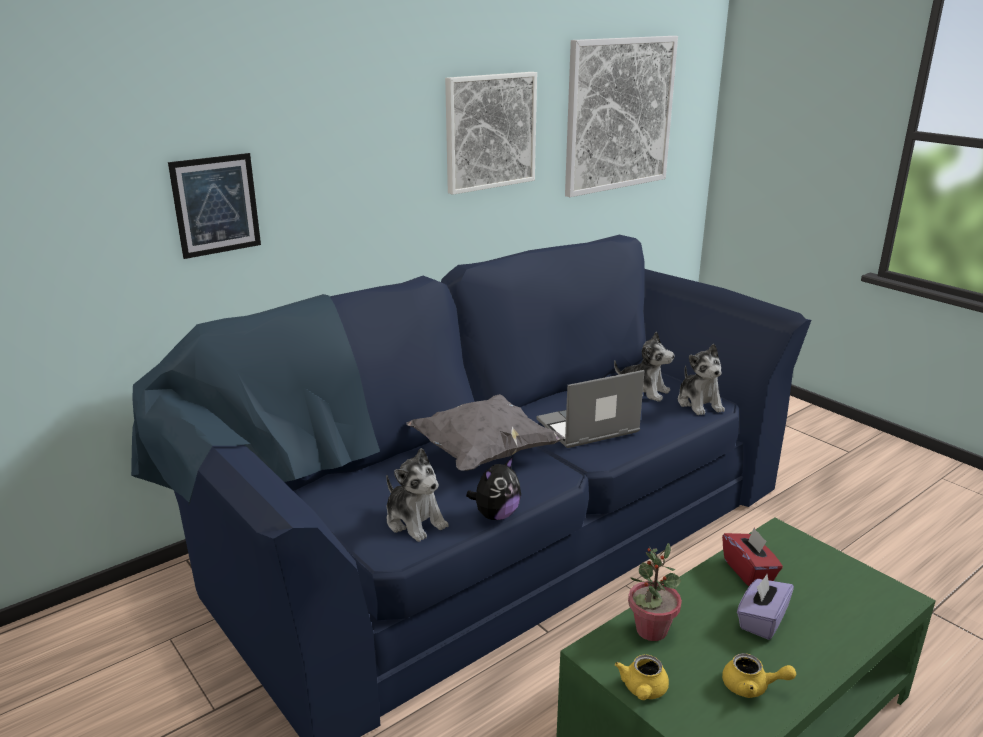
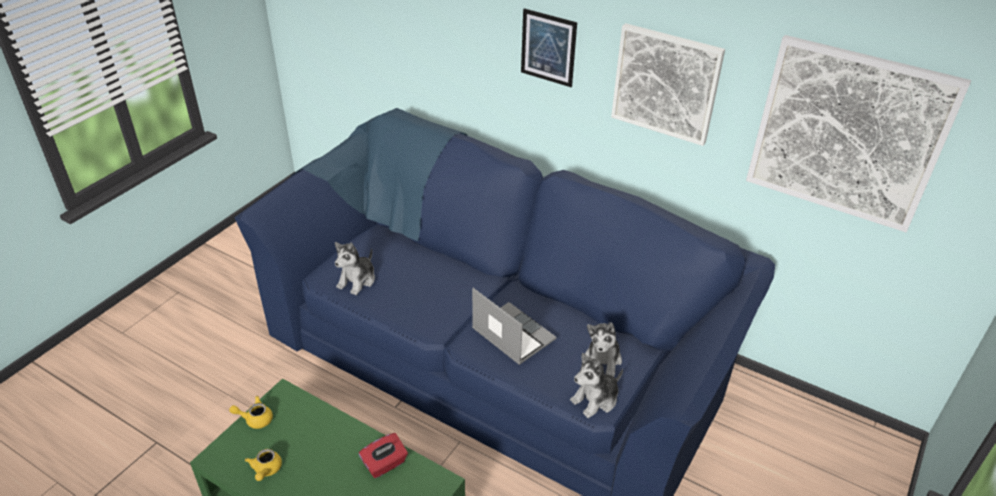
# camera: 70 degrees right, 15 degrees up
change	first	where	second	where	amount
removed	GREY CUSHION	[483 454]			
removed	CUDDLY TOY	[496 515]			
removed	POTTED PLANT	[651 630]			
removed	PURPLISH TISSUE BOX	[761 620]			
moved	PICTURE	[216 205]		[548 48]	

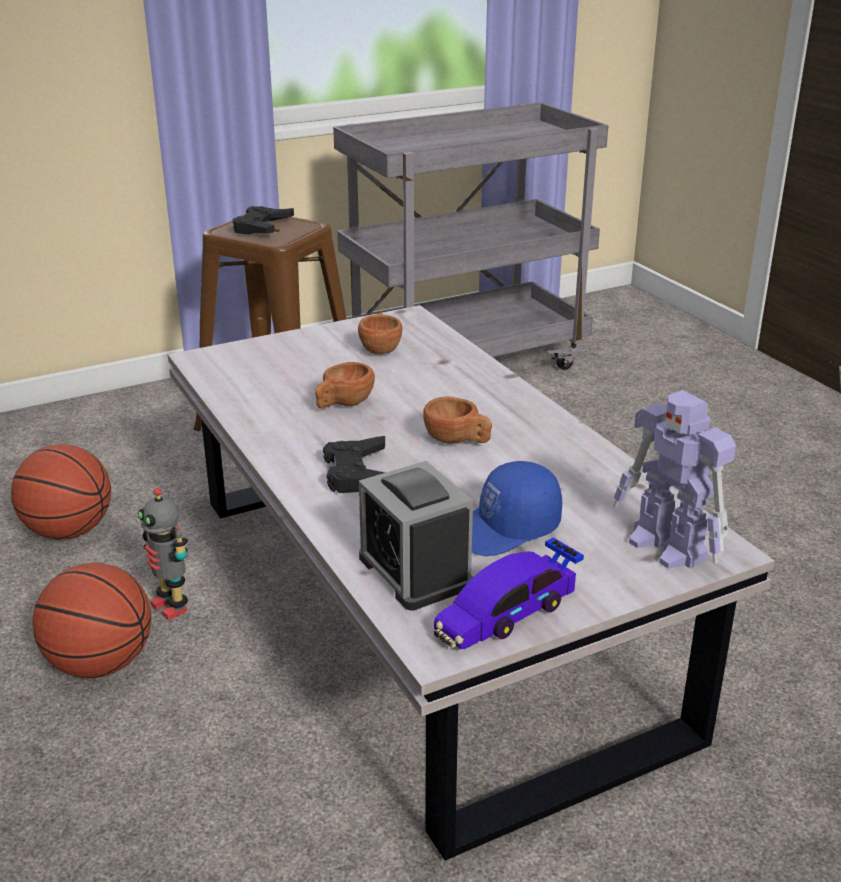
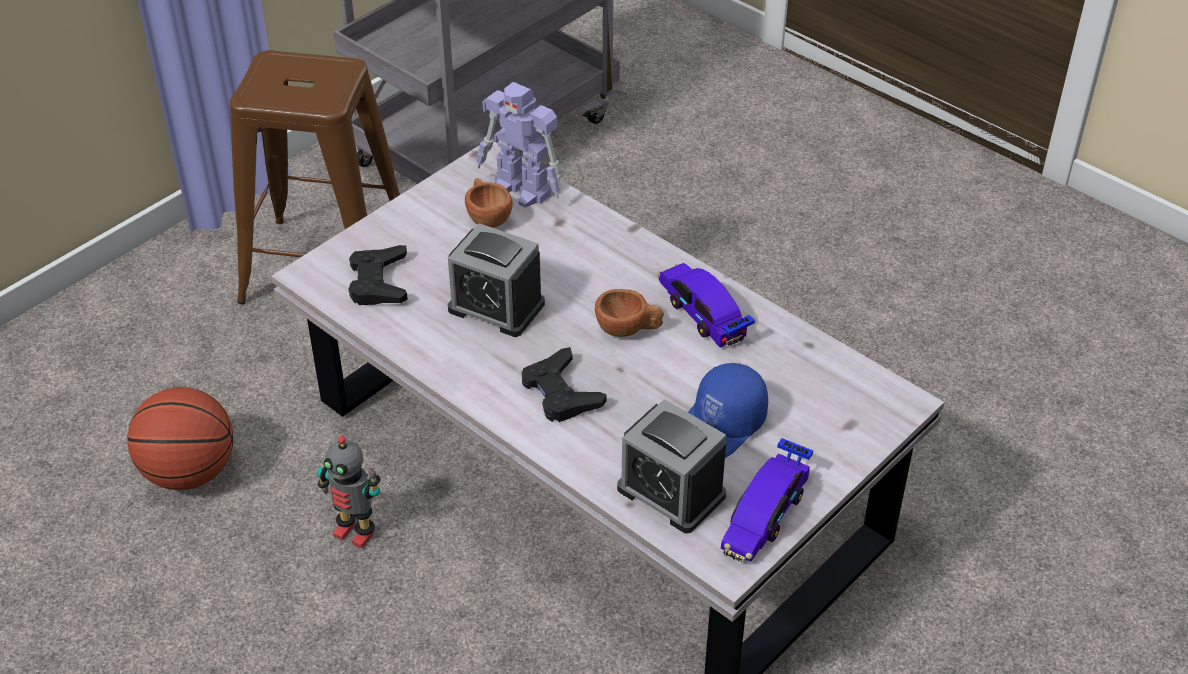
# camera: 20 degrees left, 15 degrees up
change	first	where	second	where	amount
removed	BALL FOR BASKETBALL	[100 664]			
added			TOY CAR	[702 312]	
moved	BLACKISH GAME CONTROLLER	[262 227]		[379 282]	
moved	TOY ROBOT	[668 548]		[522 191]	
replaced	BROWNISH SMALL CUP	[343 404]	BEDSIDE CLOCK	[496 306]	

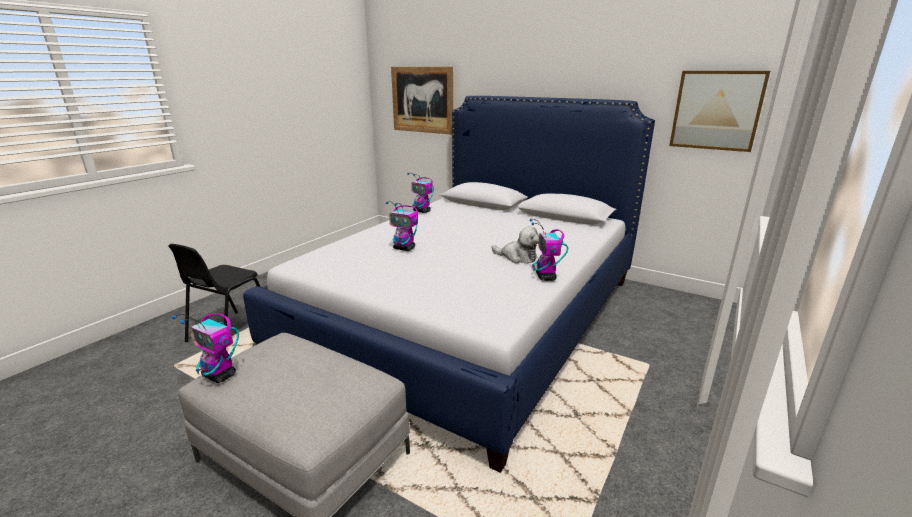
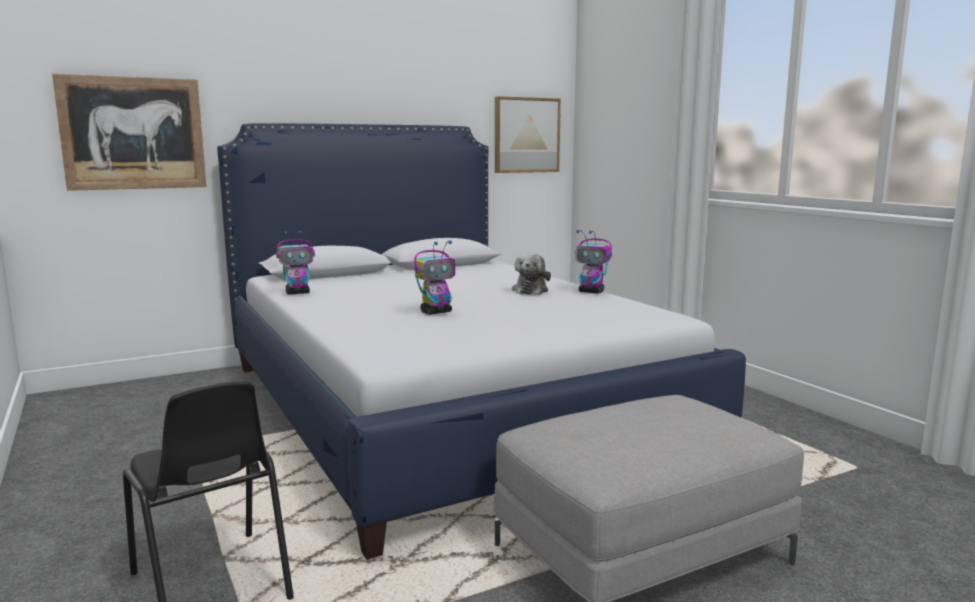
# camera: 60 degrees left, 10 degrees down
change	first	where	second	where	amount
removed	TOY ROBOT	[220 375]			
turned	CUDDLY TOY	[517 257]		[530 290]	135 degrees clockwise

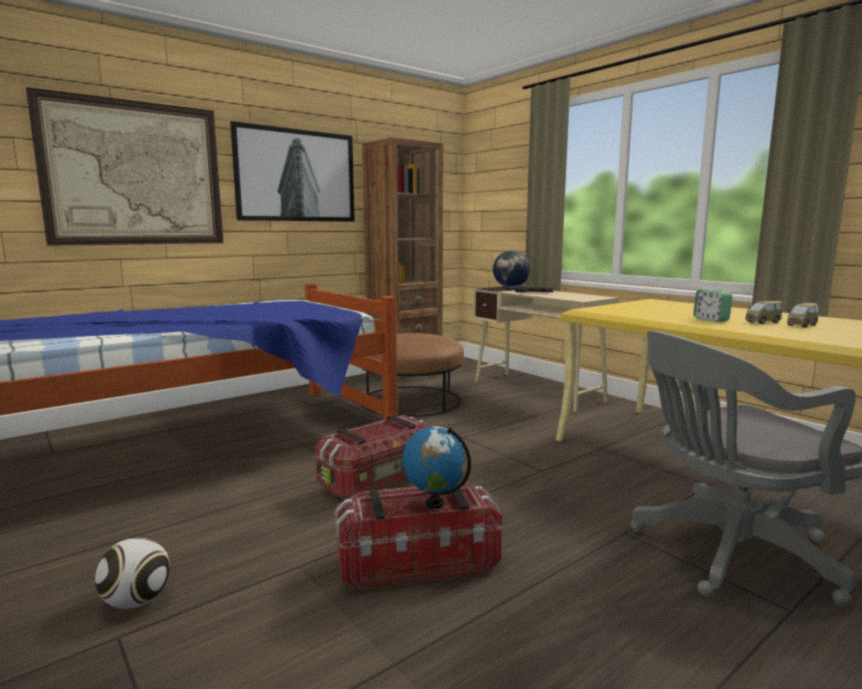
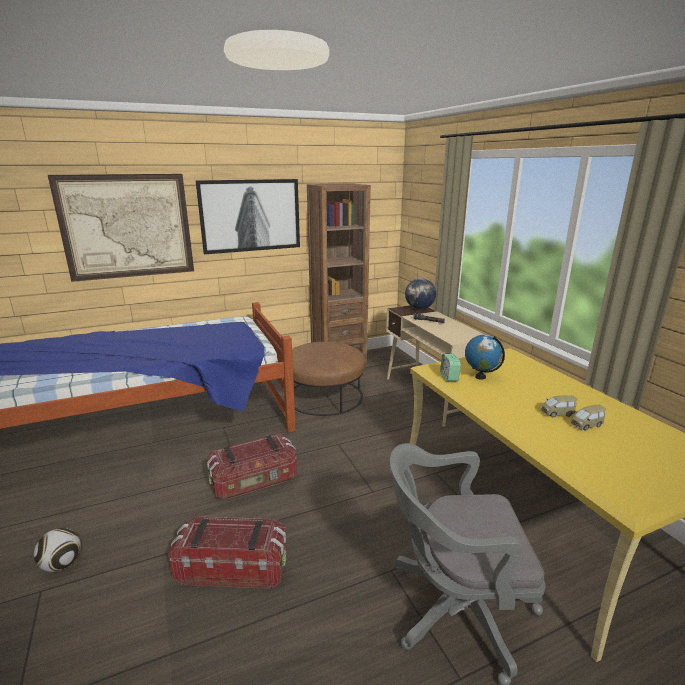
# camera: 15 degrees right, 10 degrees up
change	first	where	second	where	amount
moved	DESK GLOBE	[435 503]		[480 377]	
moved	BEDSIDE CLOCK	[711 320]		[449 377]	

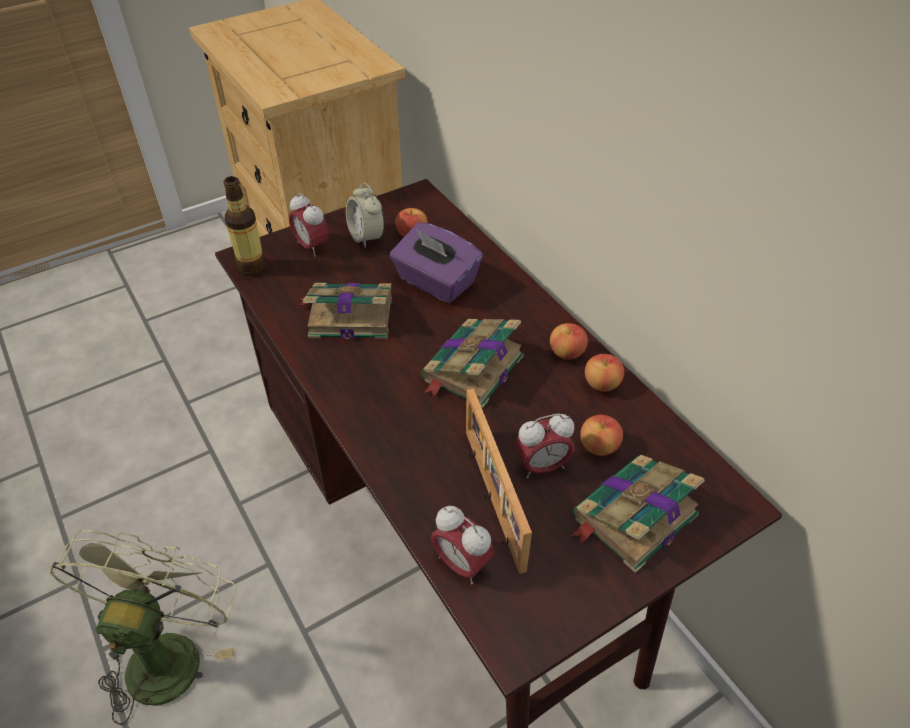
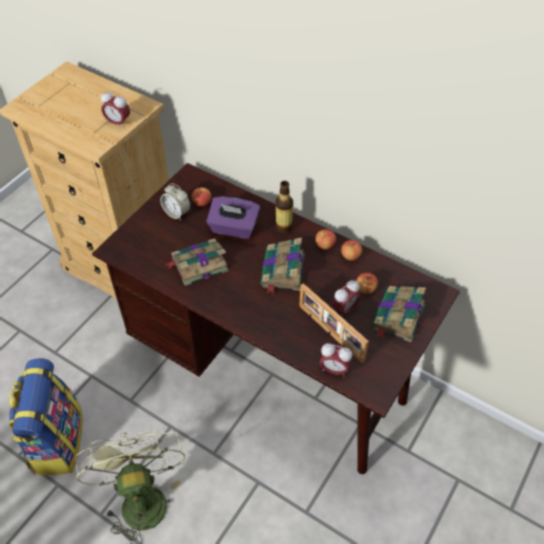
# camera: 25 degrees left, 5 degrees up
change	first	where	second	where	amount
added			KNAPSACK	[56 441]	
moved	BOTTLE	[252 267]		[283 228]	
moved	BEDSIDE CLOCK	[311 246]		[118 123]	

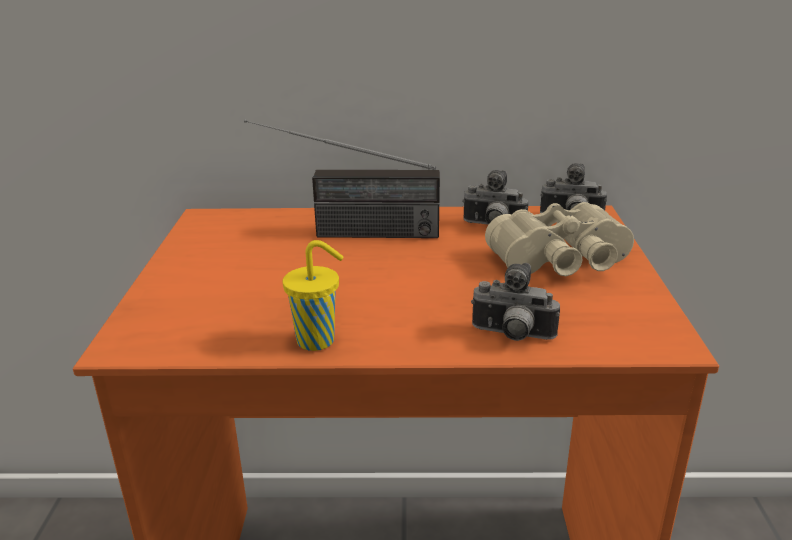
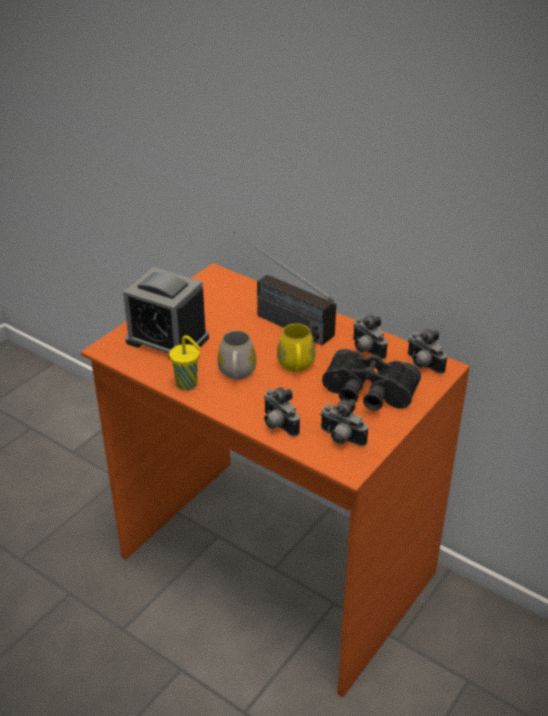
# camera: 35 degrees right, 10 degrees up
change	first	where	second	where	amount
added			BEDSIDE CLOCK	[167 339]	
added			WHITE TEA MUG	[236 373]	
added			YELLOW-COLOURED TEA MUG	[296 366]	
added			STILL CAMERA	[340 439]	
recoloured	BEIGE-COLOURED BINOCULARS	[562 263]	BLACKISH BINOCULARS	[367 394]	

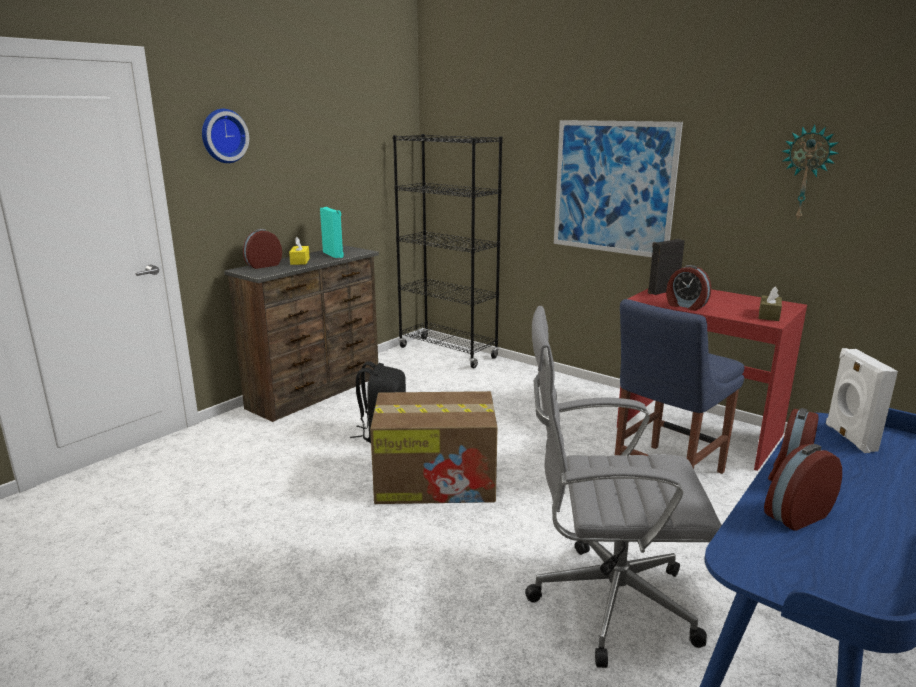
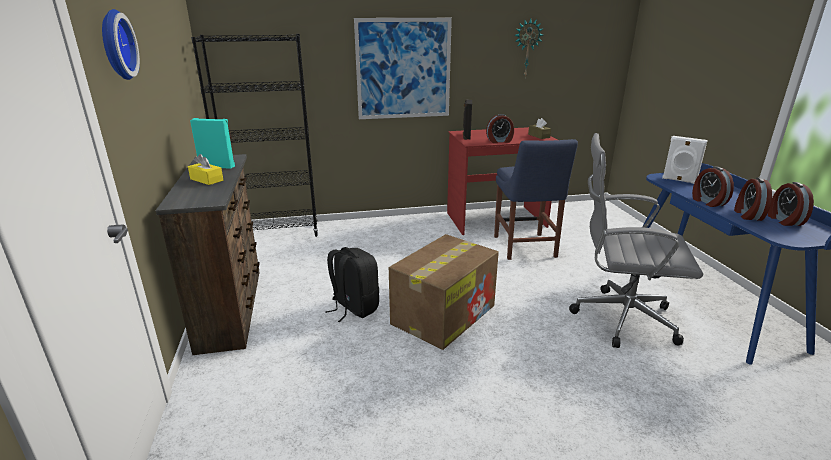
# camera: 50 degrees left, 5 degrees up
change	first	where	second	where	amount
moved	BEDSIDE CLOCK	[263 265]		[783 220]	
turned	GREY DESK CHAIR	[605 602]		[619 318]	60 degrees clockwise

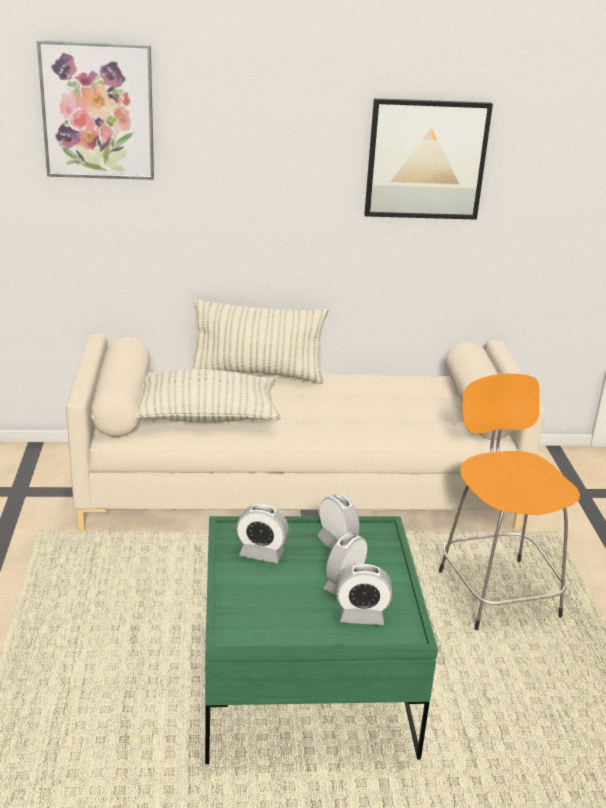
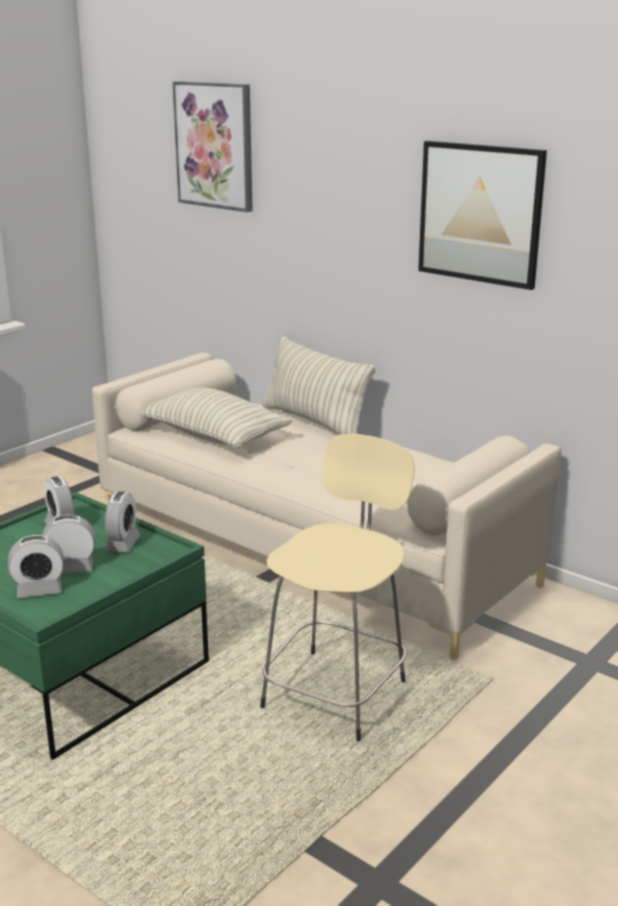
# camera: 45 degrees right, 5 degrees down
change	first	where	second	where	amount
recoloured	ORANGEY SITTING STOOL	[496 591]	BEIGE-COLOURED SITTING STOOL	[337 692]	
turned	BEDSIDE CLOCK	[361 616]		[39 590]	60 degrees counterclockwise

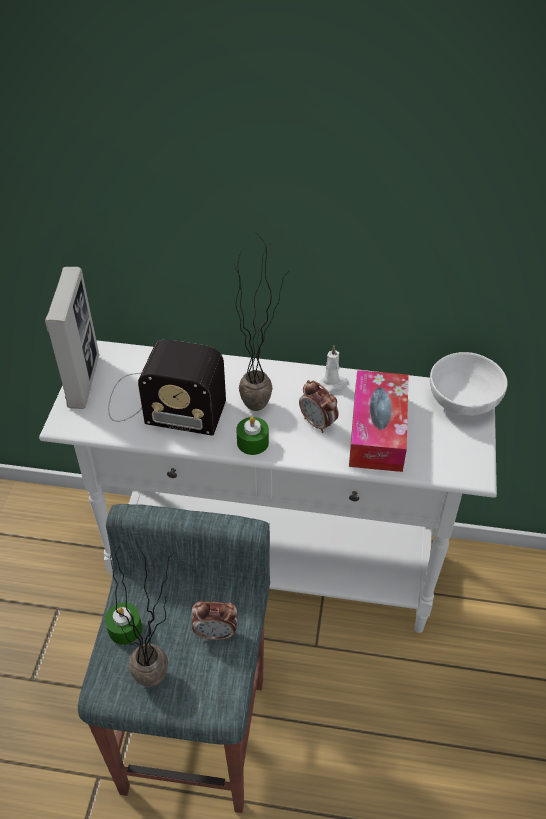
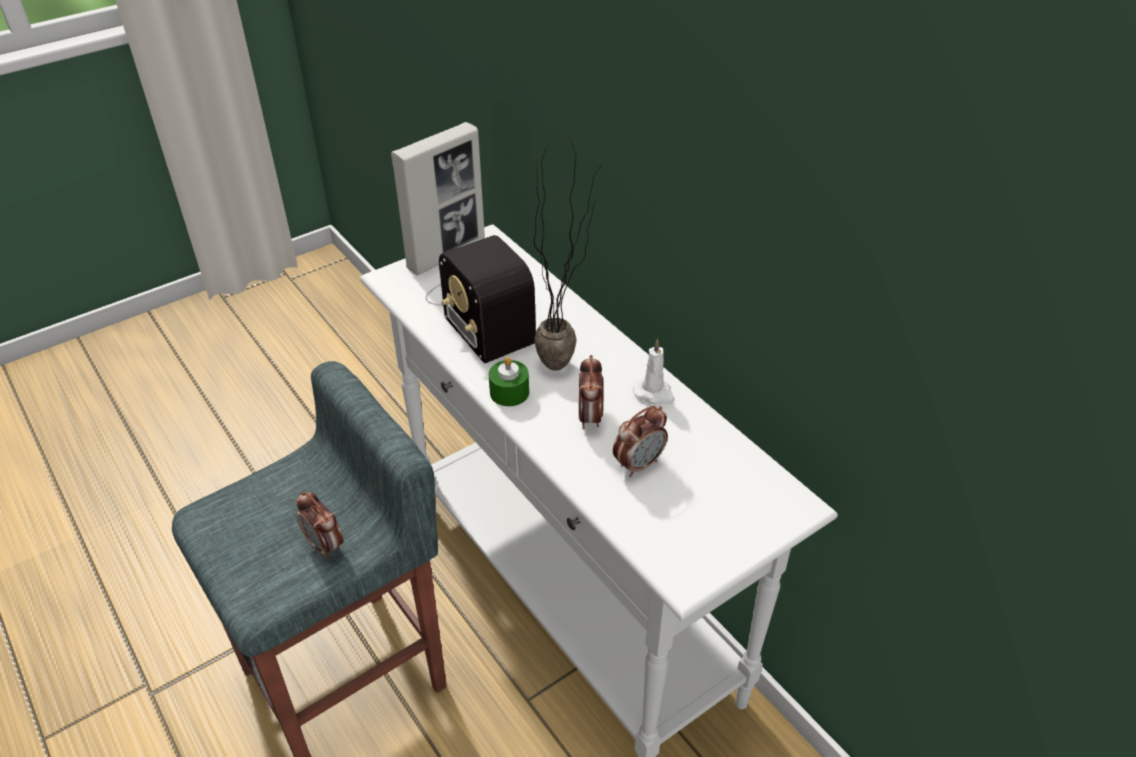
# camera: 45 degrees right, 5 degrees down
change	first	where	second	where	amount
removed	GREEN CANDLE	[125 628]			
removed	POTTED PLANT	[164 677]			
removed	WHITE BOWL	[463 404]			
replaced	TISSUE BOX	[377 430]	BEDSIDE CLOCK	[639 464]	

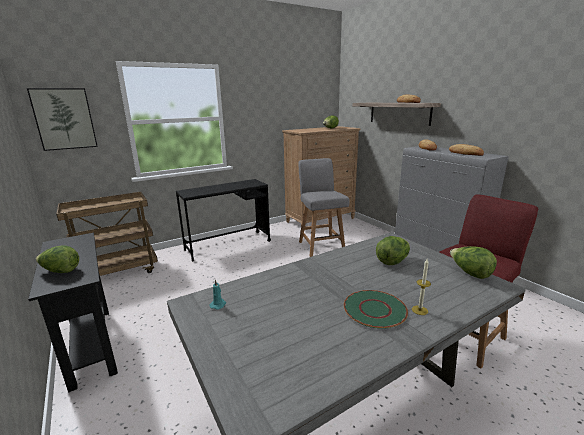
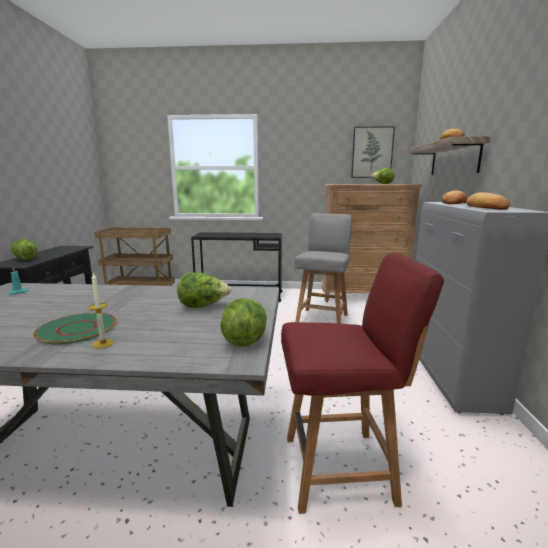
# camera: 35 degrees right, 5 degrees down
change	first	where	second	where	amount
moved	PICTURE	[64 119]		[372 152]	

